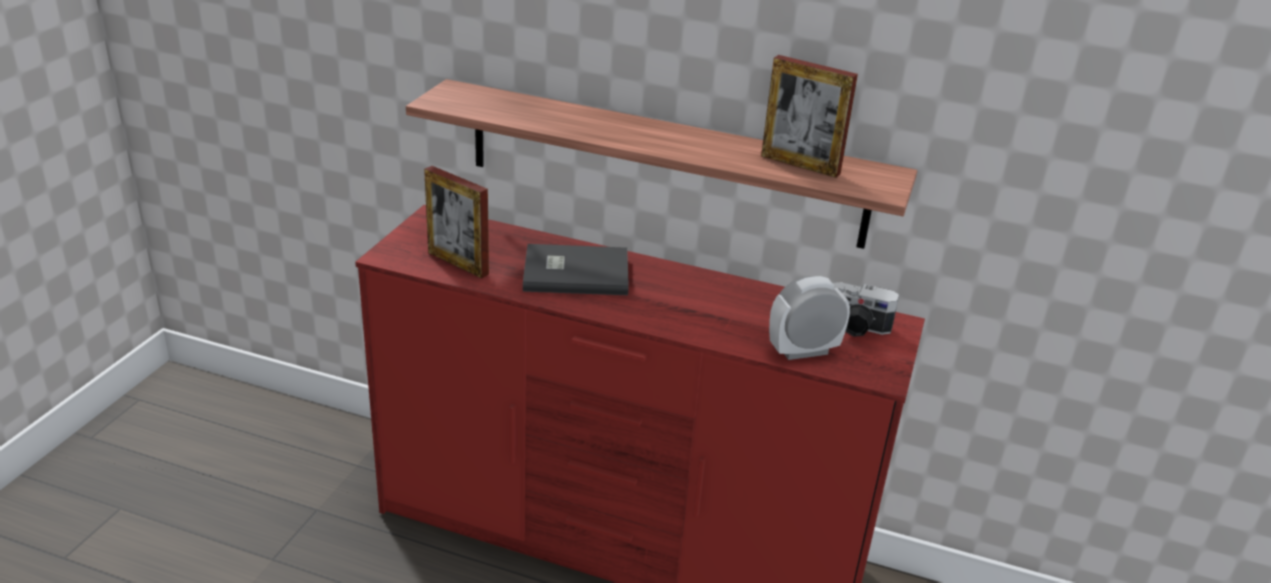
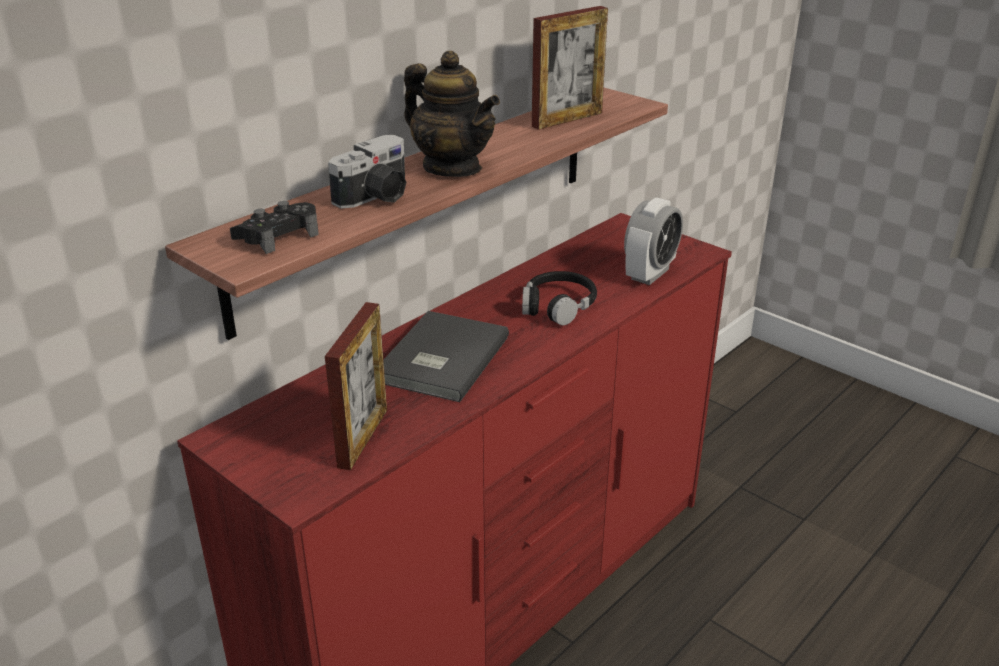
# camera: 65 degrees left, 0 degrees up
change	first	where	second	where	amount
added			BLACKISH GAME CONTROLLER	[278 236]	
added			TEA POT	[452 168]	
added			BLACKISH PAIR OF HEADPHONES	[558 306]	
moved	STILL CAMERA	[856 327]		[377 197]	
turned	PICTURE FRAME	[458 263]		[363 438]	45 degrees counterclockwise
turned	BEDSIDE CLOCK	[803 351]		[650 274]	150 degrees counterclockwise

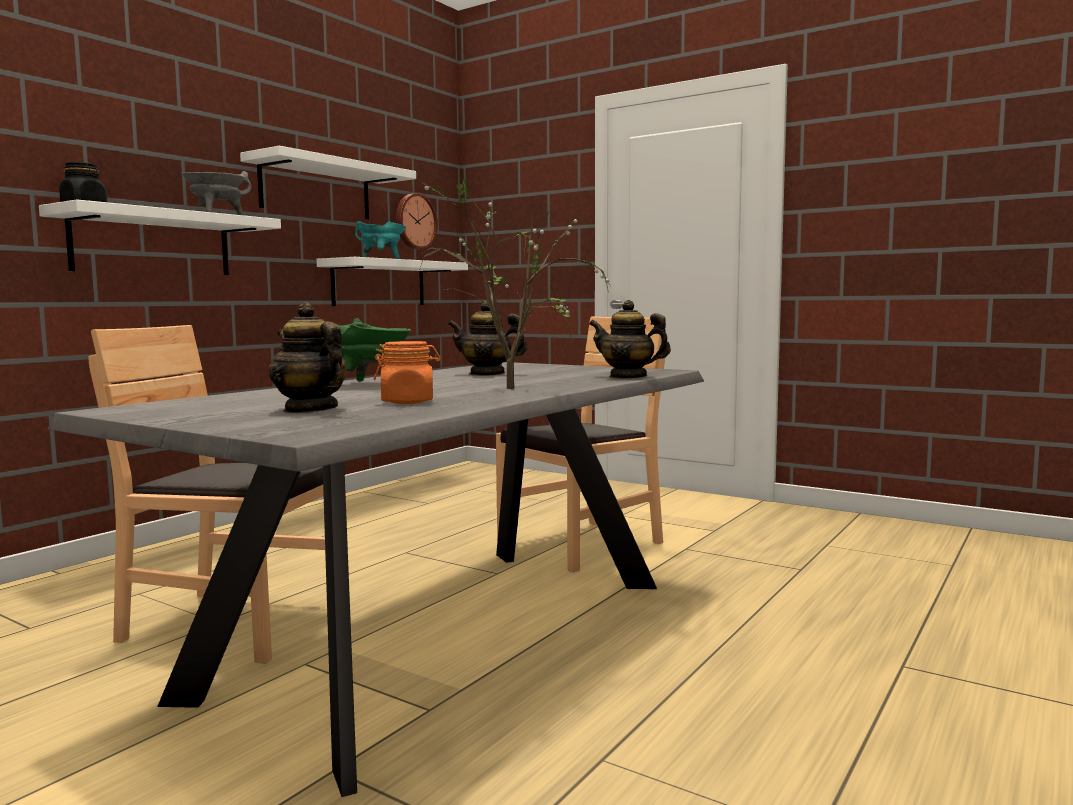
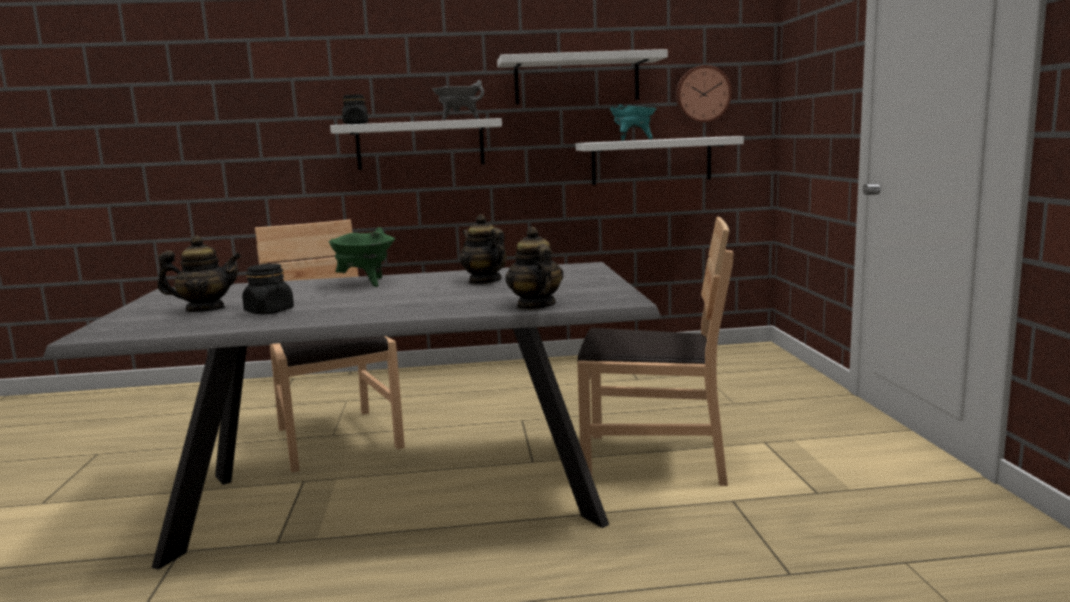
# camera: 50 degrees right, 5 degrees up
change	first	where	second	where	amount
removed	POTTED PLANT	[509 389]			
recoloured	ORANGEY STORAGE JAR	[408 402]	BLACKISH STORAGE JAR	[269 311]	
turned	TEA POT	[310 410]		[205 310]	75 degrees clockwise

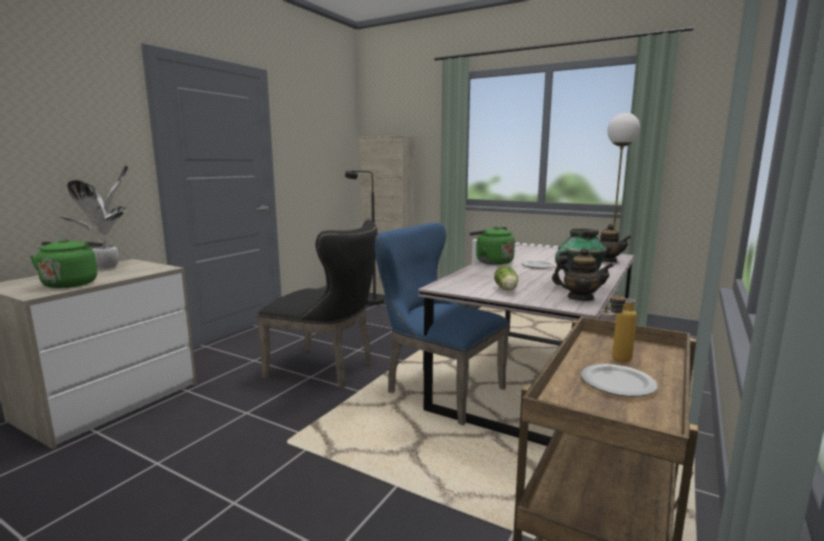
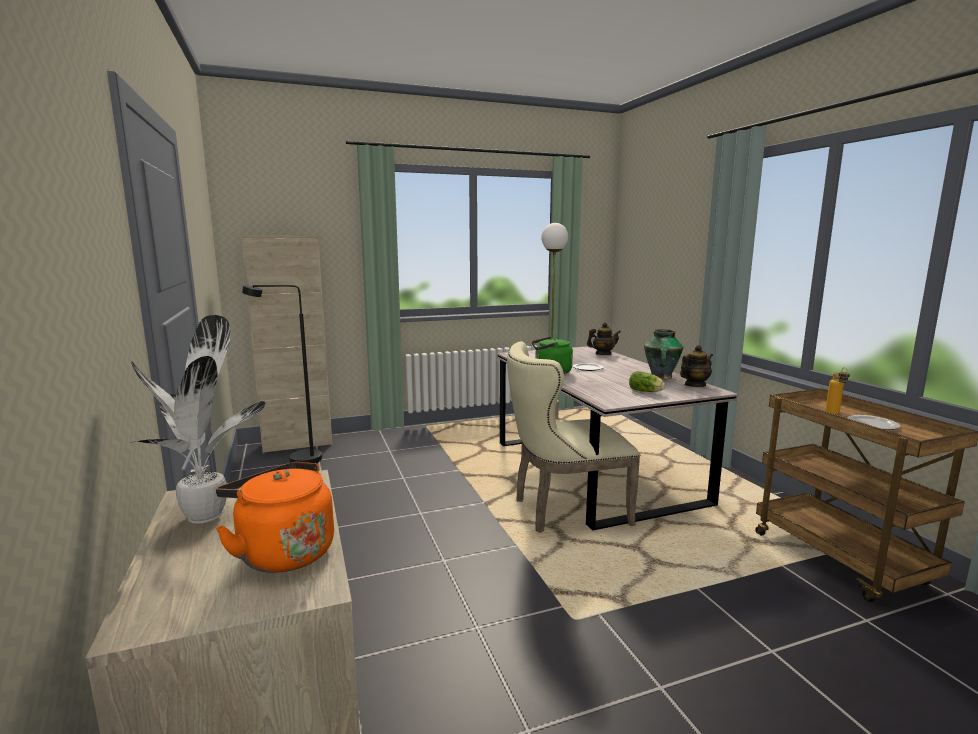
# camera: 50 degrees left, 0 degrees up
change	first	where	second	where	amount
removed	BLACKISH UPRIGHT CHAIR	[327 369]			
recoloured	GREEN TEA KETTLE	[72 283]	ORANGEY TEA KETTLE	[283 552]	
recoloured	BLUE UPRIGHT CHAIR	[437 390]	BEIGE-COLOURED UPRIGHT CHAIR	[563 511]	

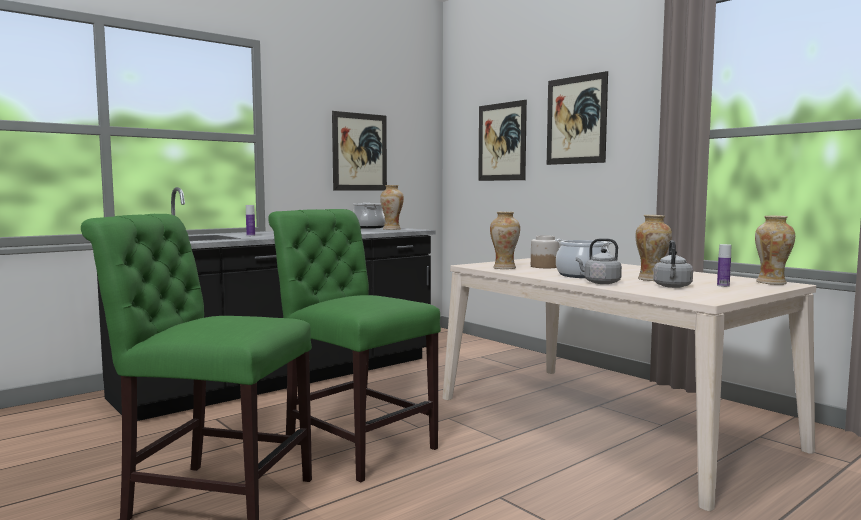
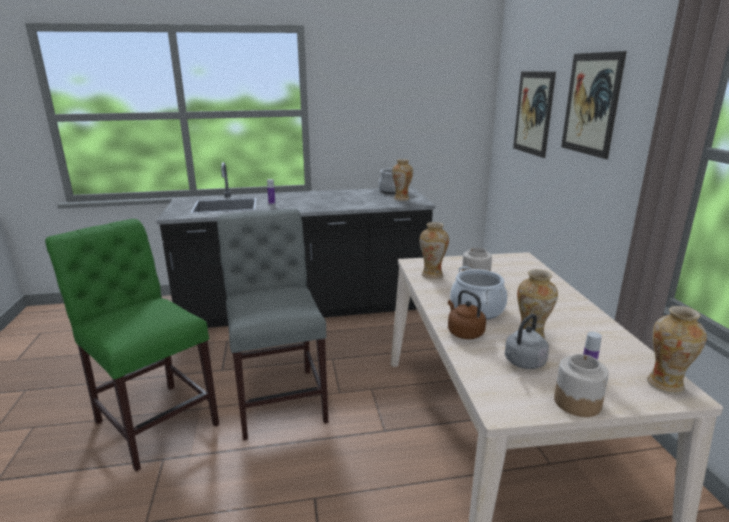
# camera: 30 degrees right, 15 degrees up
change	first	where	second	where	amount
removed	PICTURE	[360 152]			
added			STORAGE JAR	[577 402]	
recoloured	GREEN UPRIGHT CHAIR	[355 444]	GREY UPRIGHT CHAIR	[279 397]	
recoloured	GREY TEA KETTLE	[600 282]	BROWNISH TEA KETTLE	[464 332]	

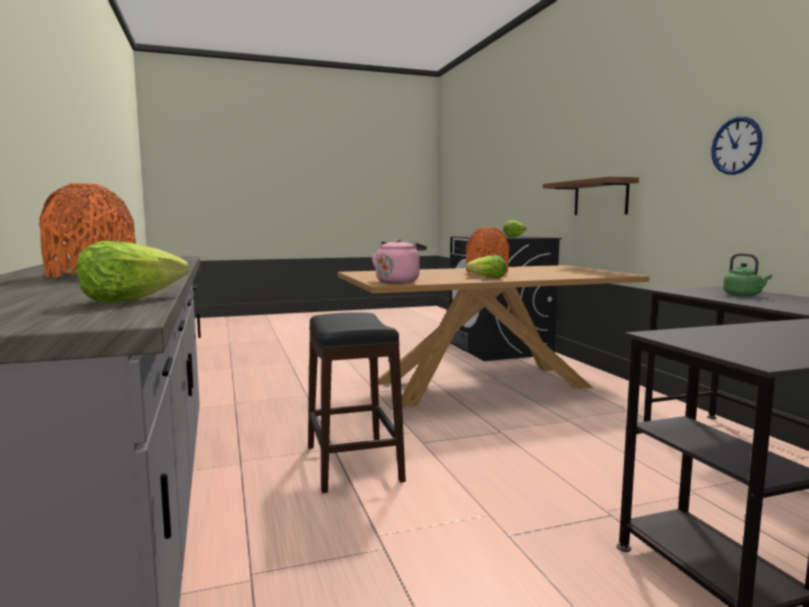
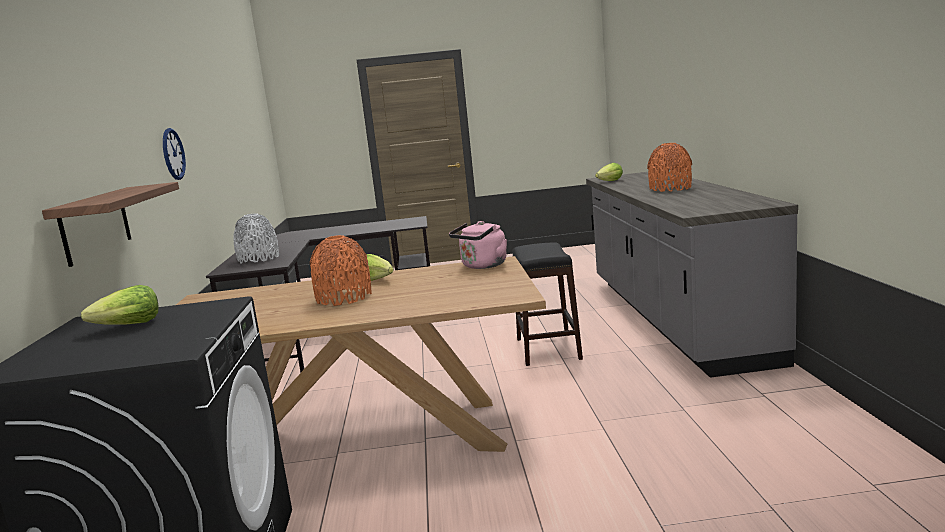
# camera: 165 degrees left, 5 degrees up
change	first	where	second	where	amount
replaced	GREEN TEA KETTLE	[744 295]	GREY DECORATIVE VASE	[258 259]	

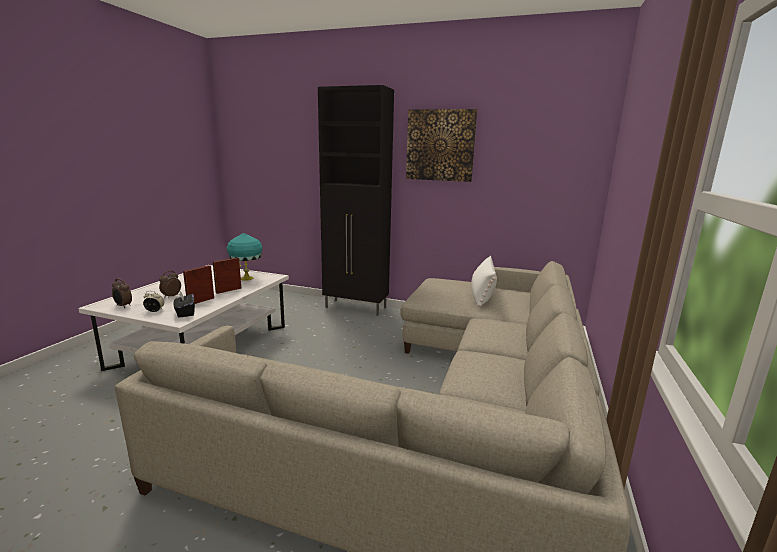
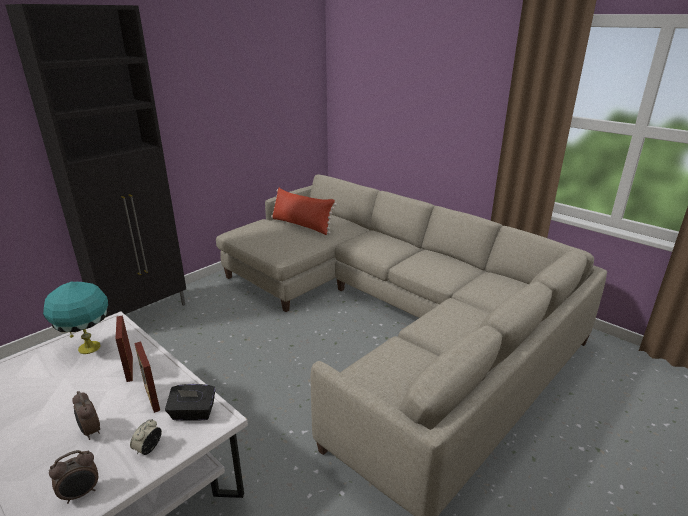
# camera: 65 degrees left, 10 degrees up
change	first	where	second	where	amount
removed	PICTURE	[440 145]			
recoloured	WHITE CUSHION	[482 294]	RED-COLOURED CUSHION	[301 225]	

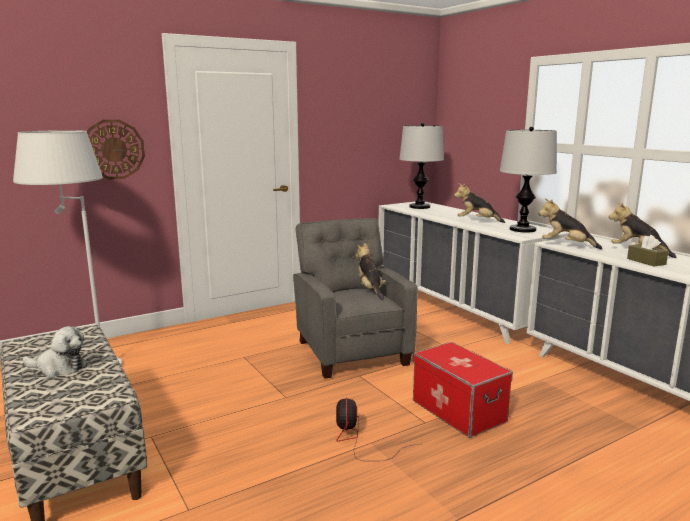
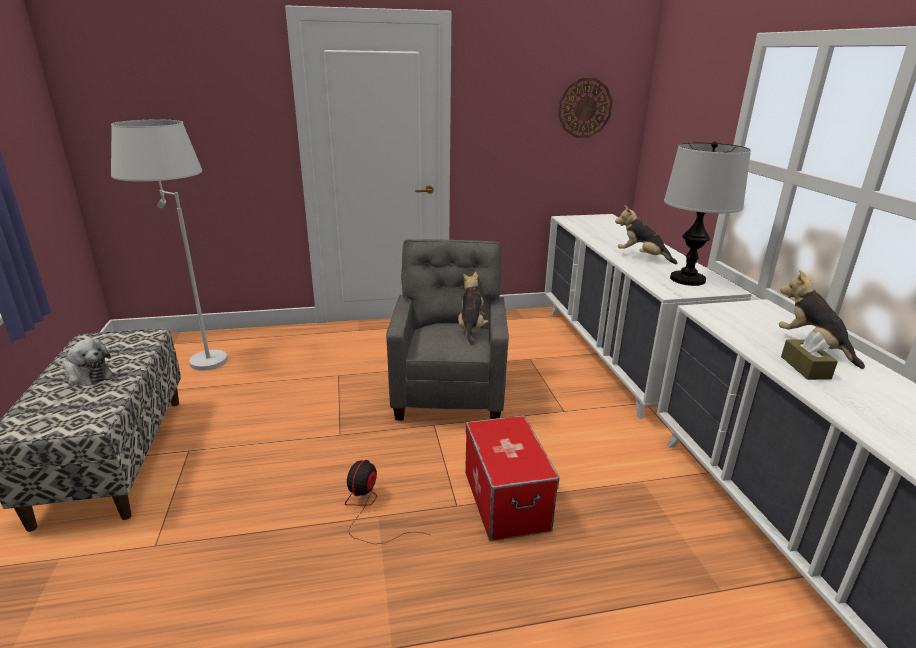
# camera: 20 degrees right, 10 degrees up
change	first	where	second	where	amount
removed	TABLE LAMP	[419 207]			
removed	CUDDLY TOY	[566 245]			
moved	CLOCK ON THE WALL	[113 149]		[584 108]	

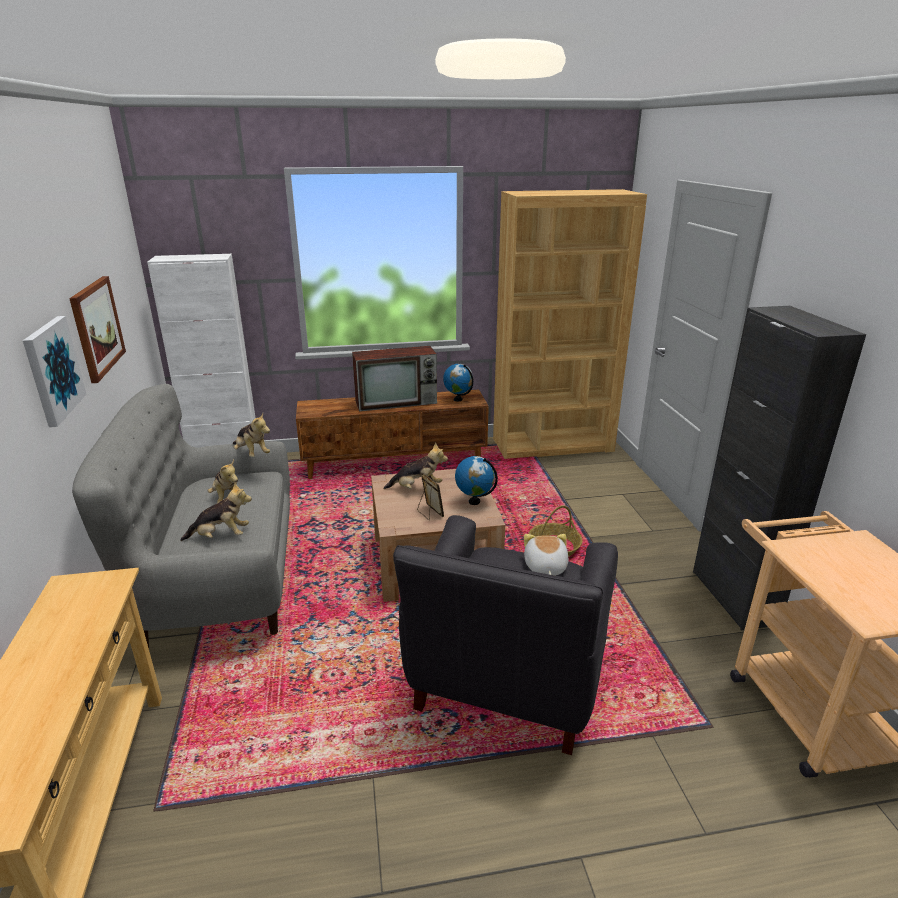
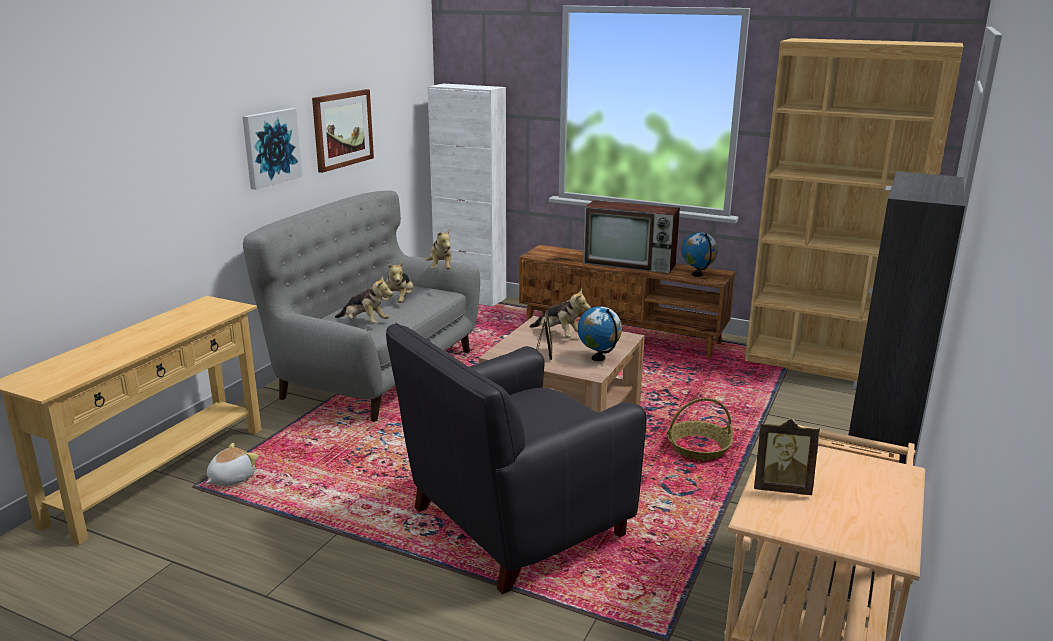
# camera: 35 degrees right, 5 degrees down
change	first	where	second	where	amount
added			PICTURE FRAME	[781 488]	
moved	CUDDLY TOY	[544 567]		[231 478]	

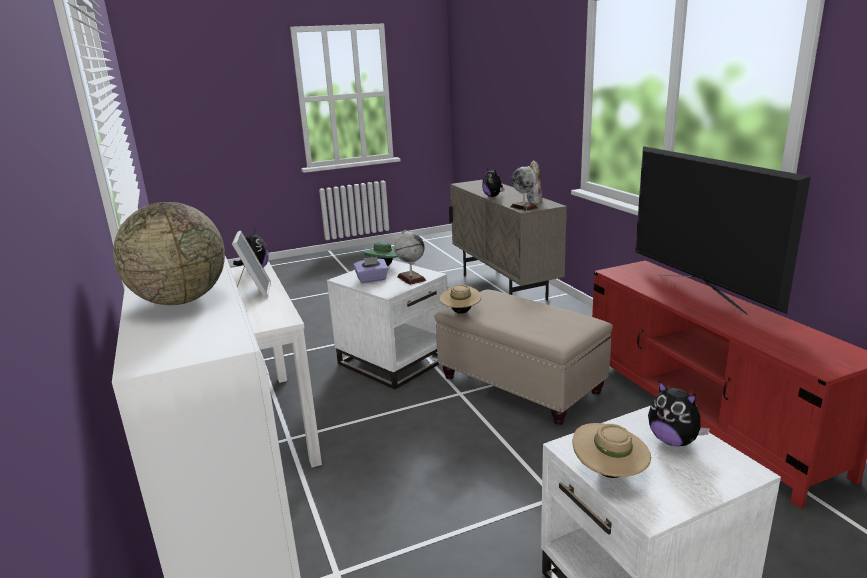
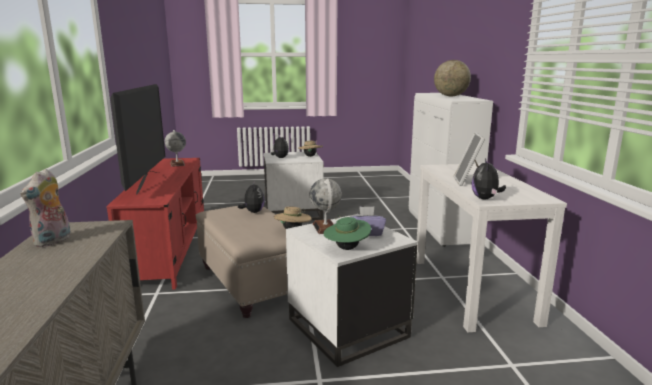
# camera: 165 degrees left, 5 degrees down
change	first	where	second	where	amount
moved	CUDDLY TOY	[493 196]		[253 212]	
moved	DESK GLOBE	[524 207]		[177 164]	

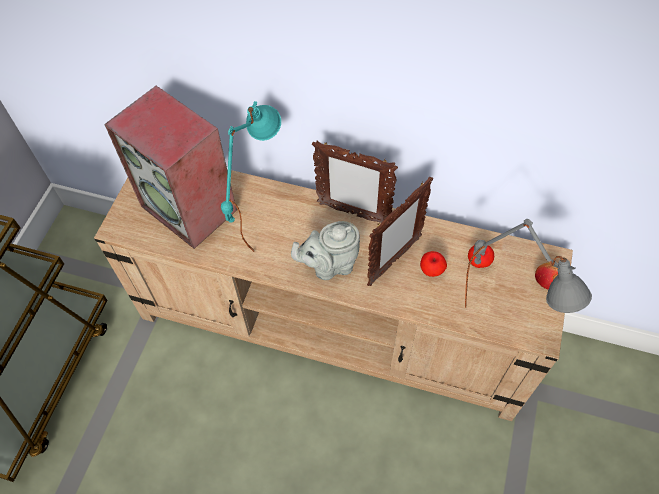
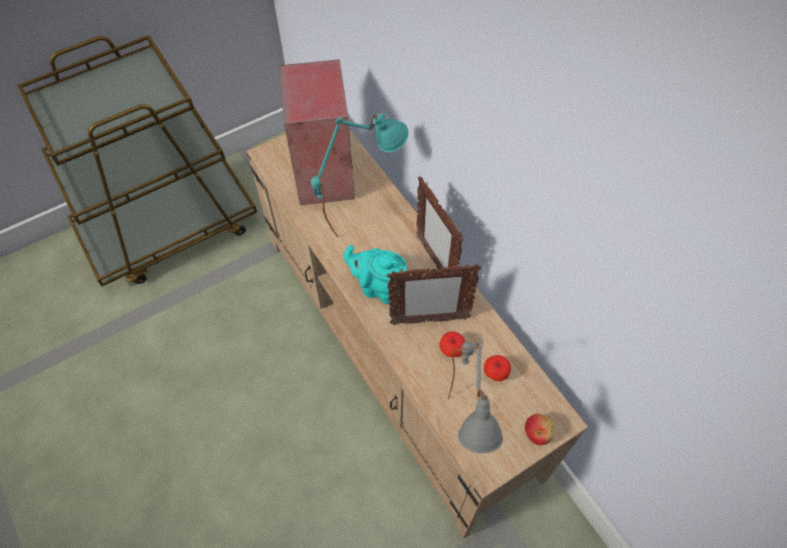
# camera: 40 degrees right, 0 degrees up
change	first	where	second	where	amount
recoloured	GREY TEA POT	[329 265]	TURQUOISE-COLOURED TEA POT	[379 287]	

